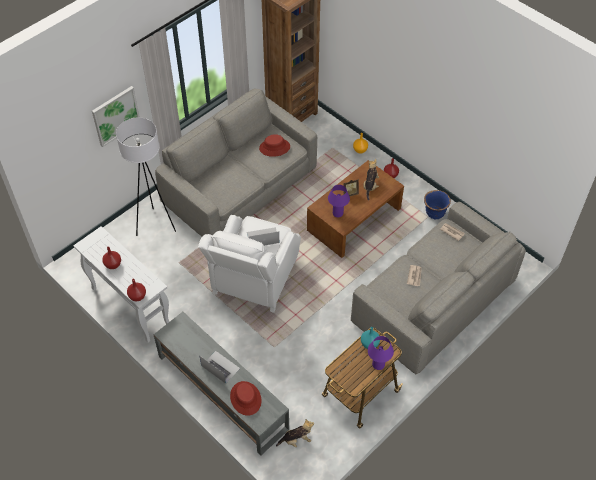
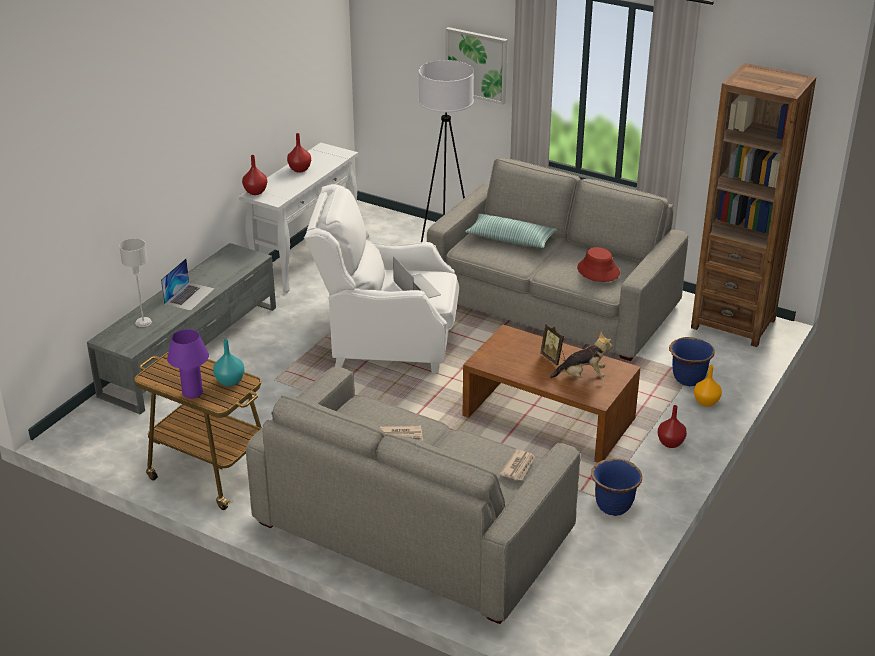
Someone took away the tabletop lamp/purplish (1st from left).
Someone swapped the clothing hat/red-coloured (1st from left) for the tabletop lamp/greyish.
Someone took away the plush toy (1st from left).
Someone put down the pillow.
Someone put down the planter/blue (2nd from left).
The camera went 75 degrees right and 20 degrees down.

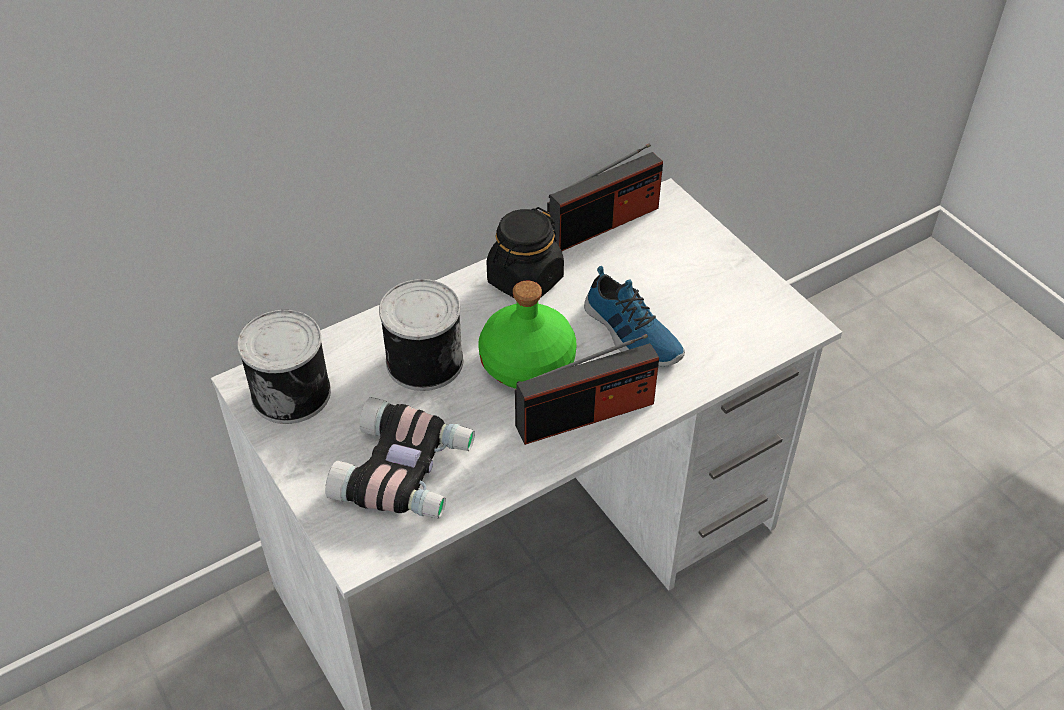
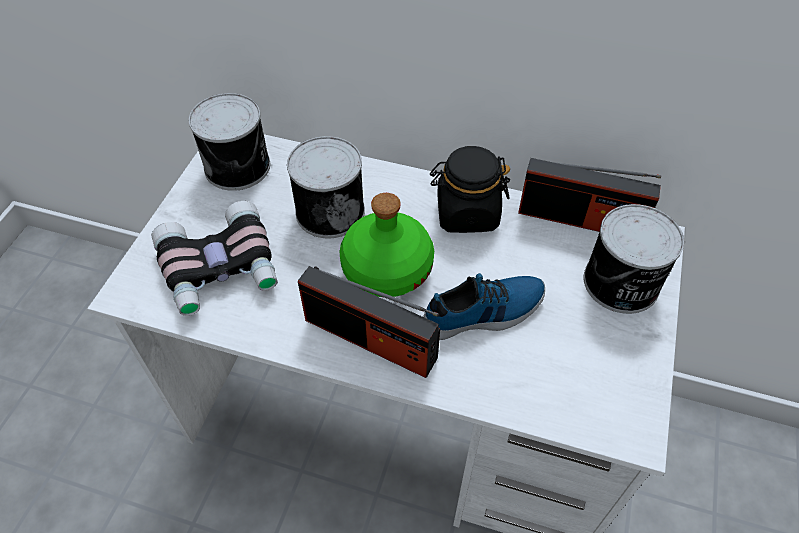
Someone rotated the item of footwear by 120 degrees counterclockwise.
Someone put down the metal can (3rd from left).
The camera went 50 degrees right and 5 degrees up.

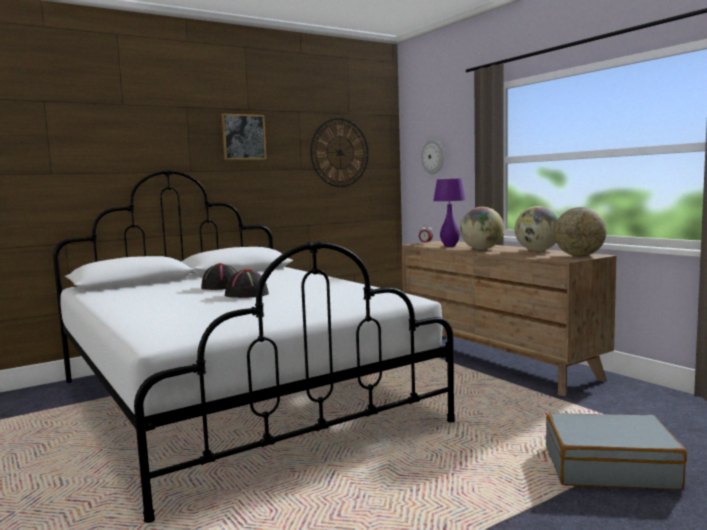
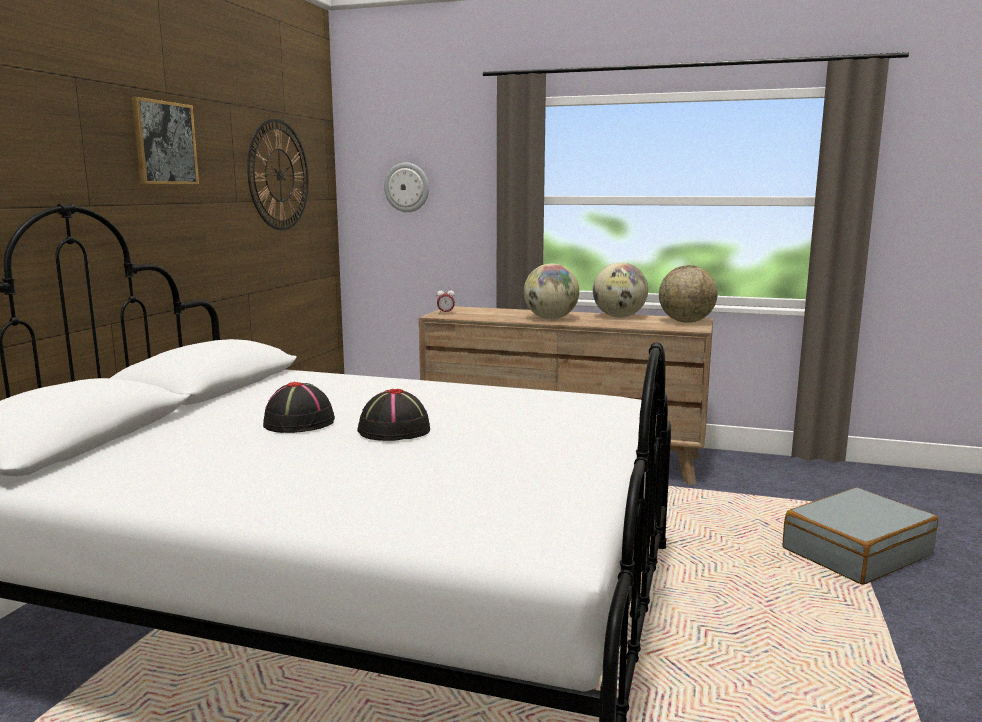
Someone took away the tabletop lamp/purplish.
The camera went 40 degrees left and 5 degrees up.

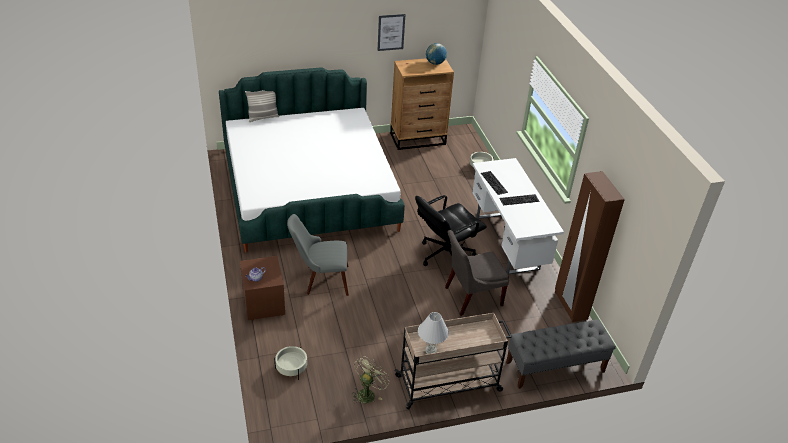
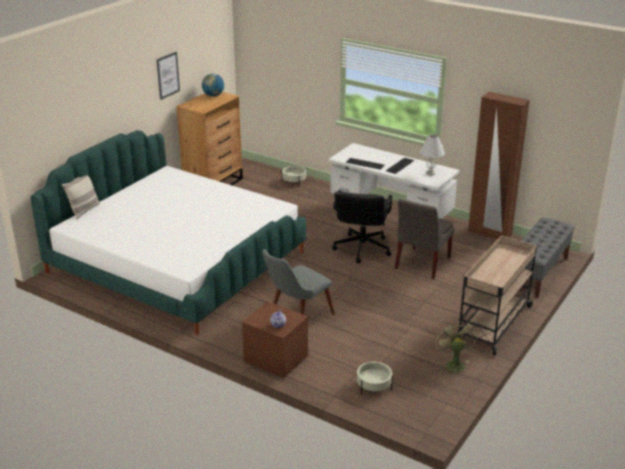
Someone carried the tabletop lamp/white.
The camera went 40 degrees left and 10 degrees down.

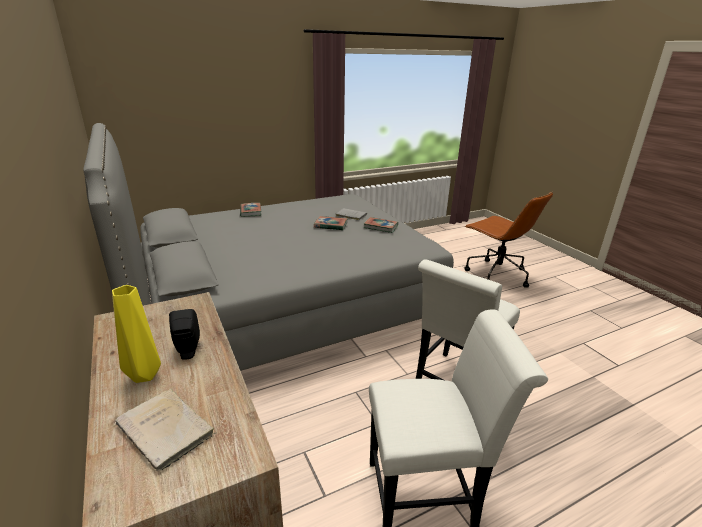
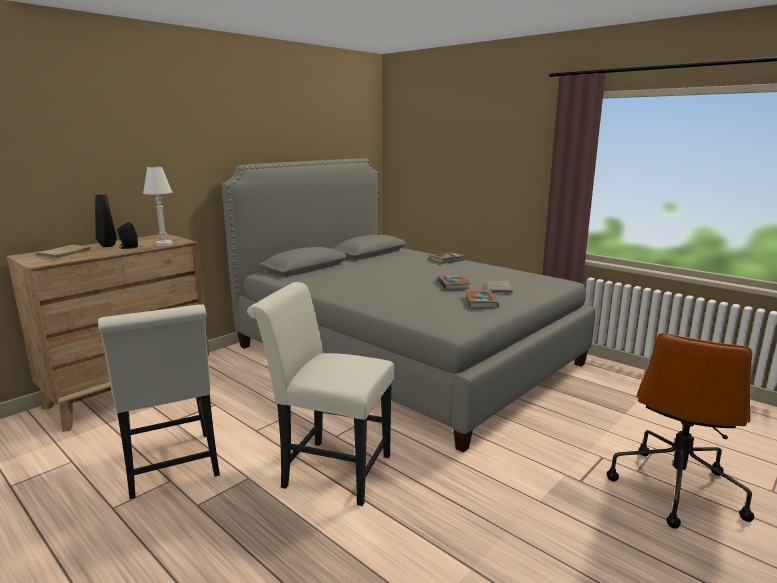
Someone repainted the flower vase/yellow, which became the flower vase/blackish.
Someone put down the tabletop lamp/white.
The camera went 70 degrees right and 10 degrees down.

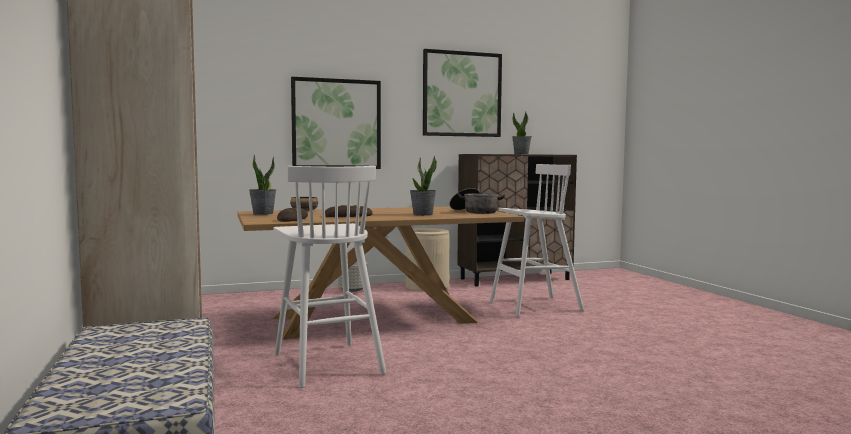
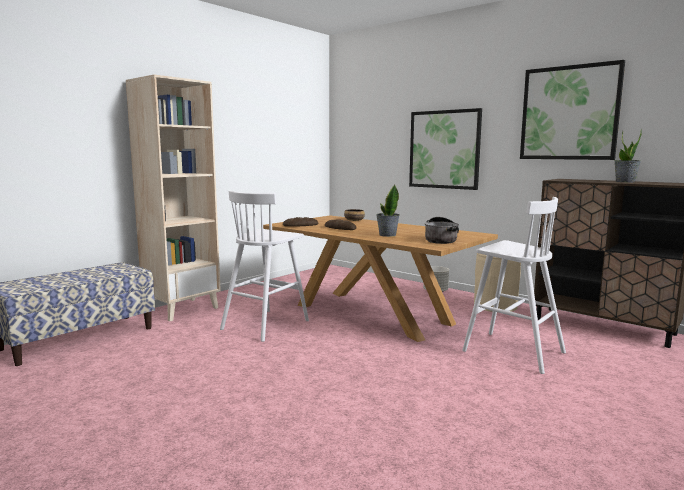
Someone took away the potted plant (1st from left).
The camera went 60 degrees right and 5 degrees up.

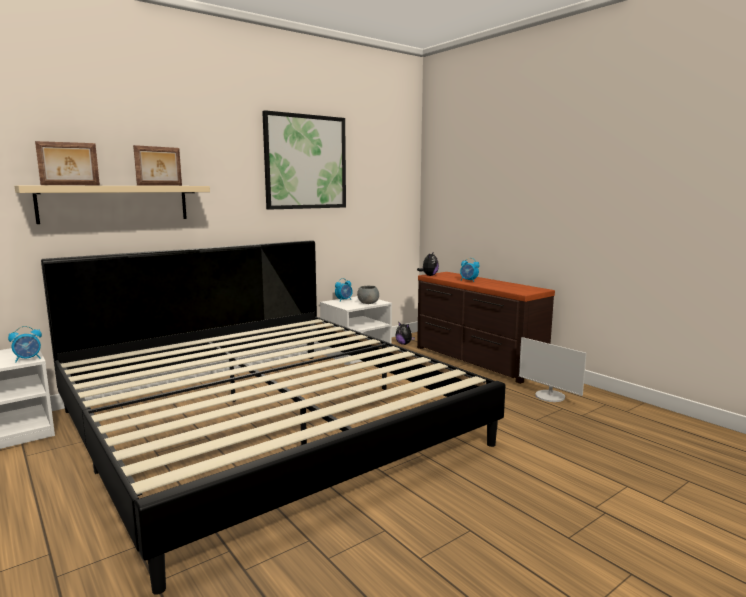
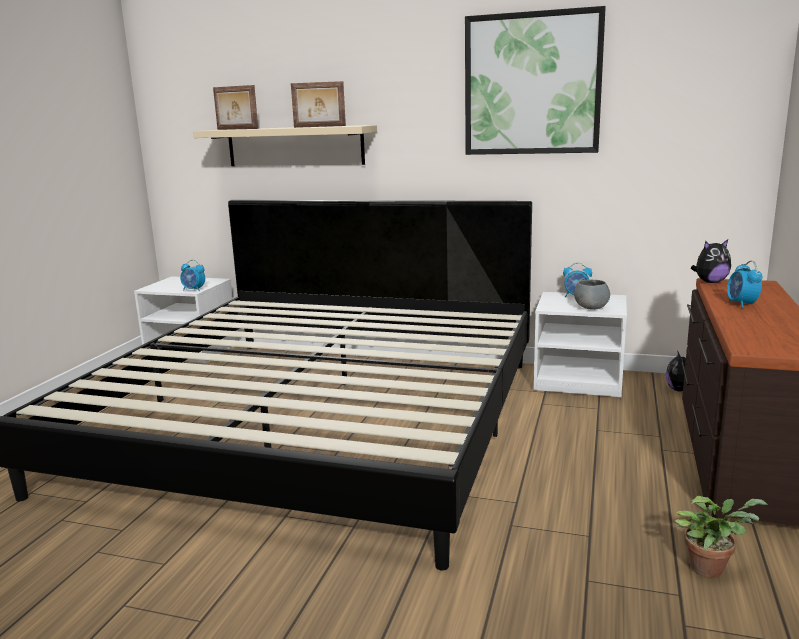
Someone swapped the monitor for the potted plant.
The camera went 55 degrees right and 5 degrees up.

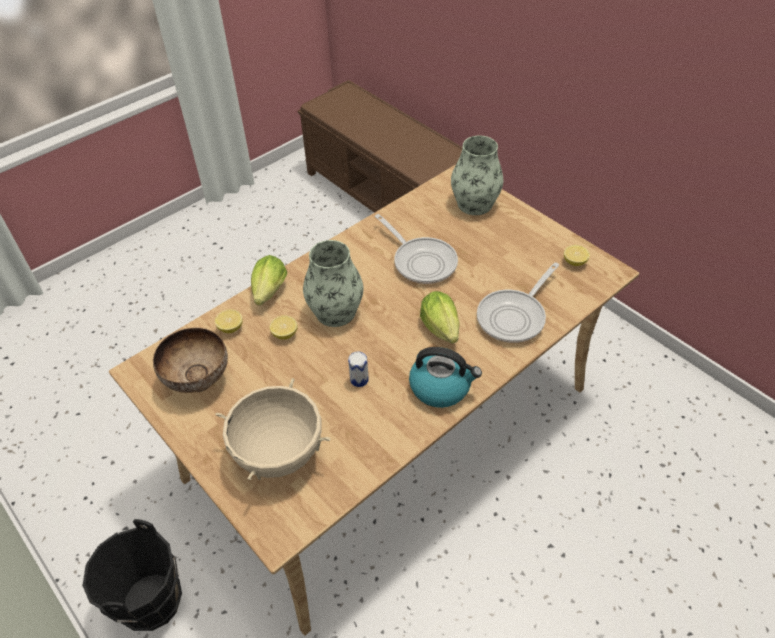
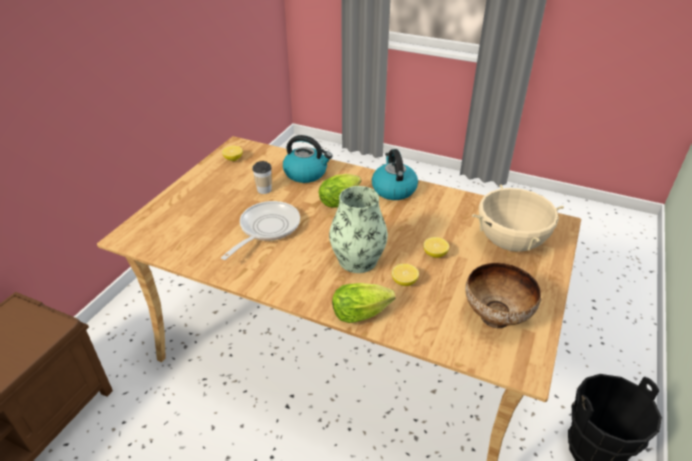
Someone took away the flower vase (2nd from left).
Someone swapped the pan (2nd from left) for the tea kettle (1st from left).
Someone carried the lemon (1st from left in the first image).
Someone took away the metal can.
Someone put down the drinking cup.
The camera went 115 degrees left and 10 degrees down.

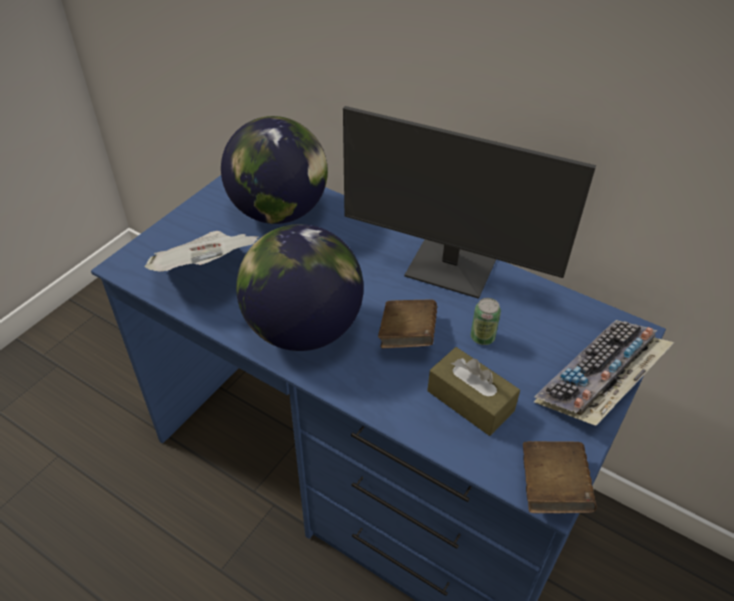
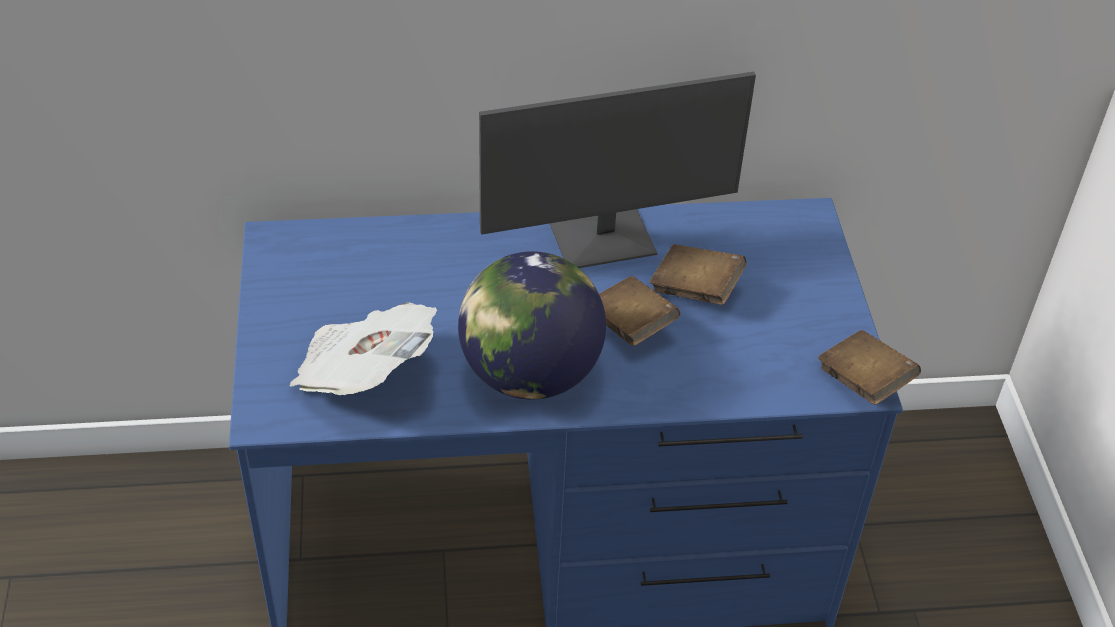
Someone took away the globe (1st from left).
Someone swapped the metal can for the book/brown-coloured (2nd from left).
Someone took away the computer keyboard.
Someone took away the tissue box/brown-coloured.
The camera went 40 degrees left and 0 degrees up.

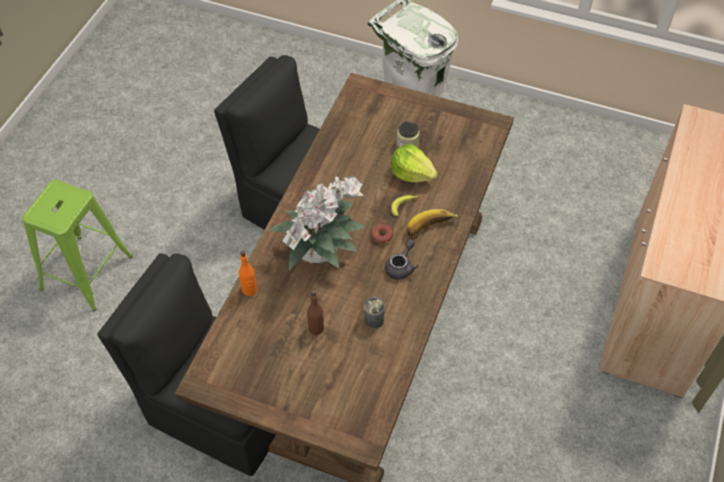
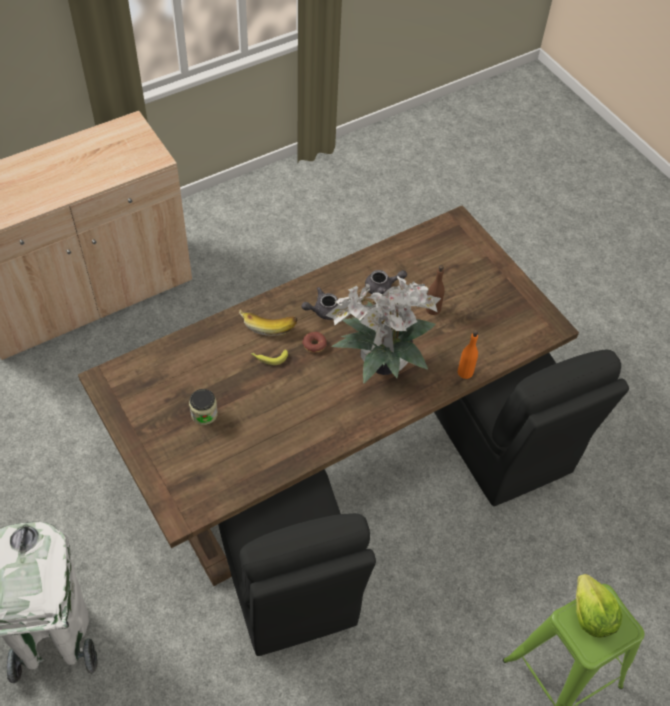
Someone carried the lettuce.
Someone swapped the metal can for the teapot/greyish (2nd from left).
The camera went 145 degrees left and 0 degrees up.

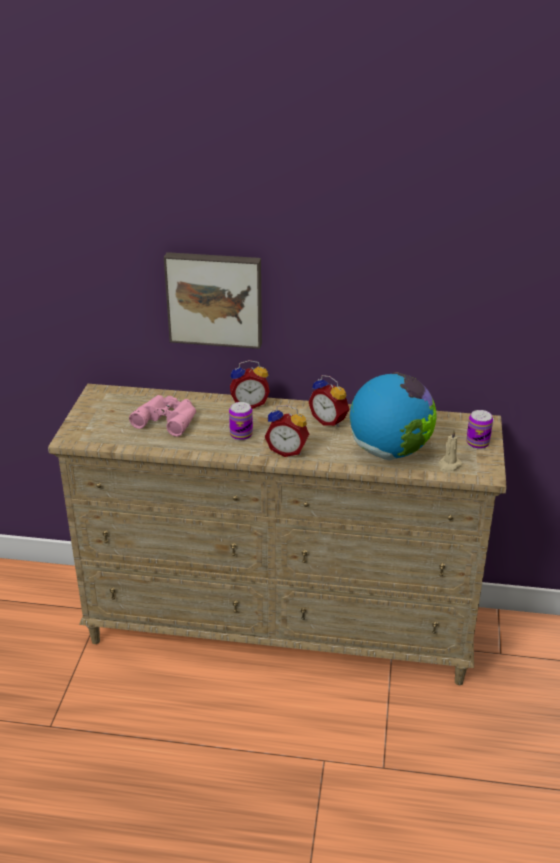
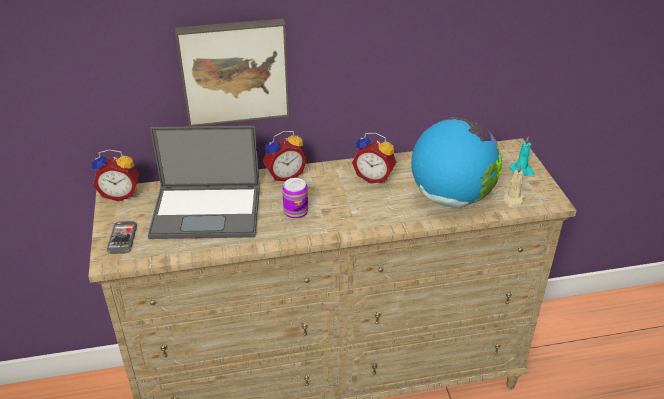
Someone swapped the pair of binoculars/pinkish for the portable computer.
Someone carried the alarm clock (2nd from left in the first image).
Someone swapped the metal can (2nd from left) for the wax light/blue-green.
Someone put down the phone.
The camera went 20 degrees left and 5 degrees up.

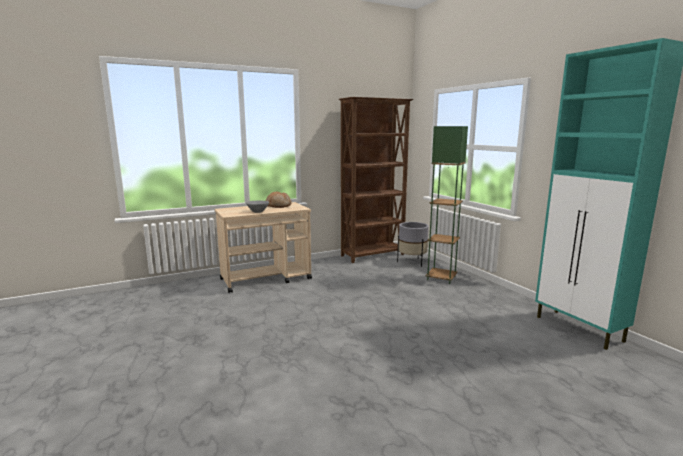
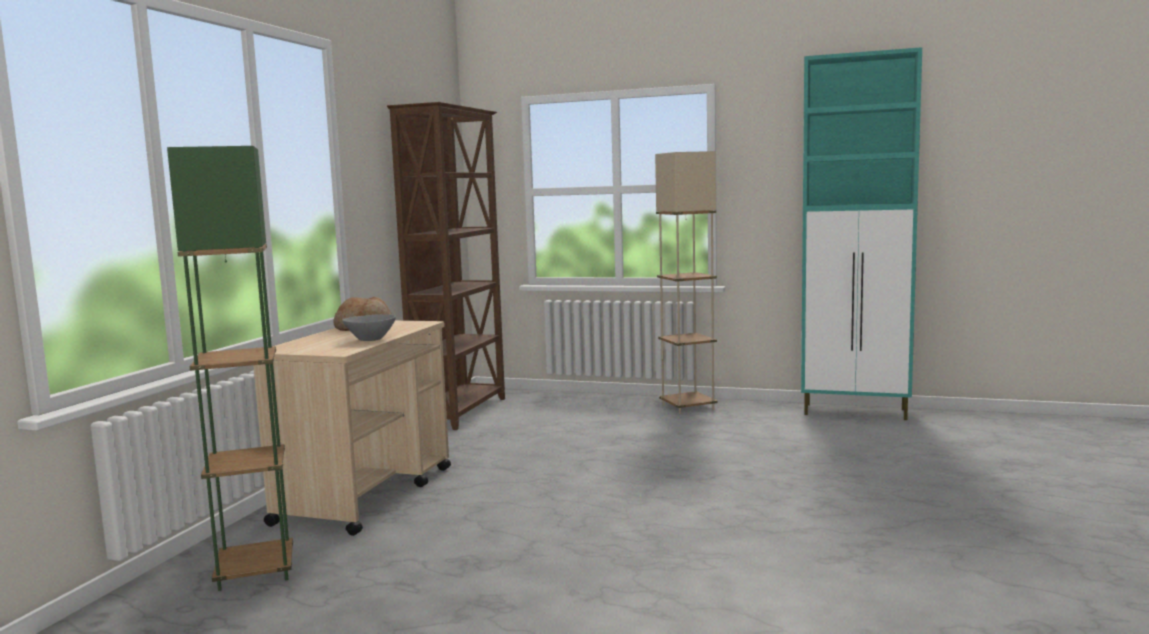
Someone carried the standard lamp/green.
Someone took away the planter/greyish.
Someone put down the standard lamp/beige.
The camera went 45 degrees left and 5 degrees down.

